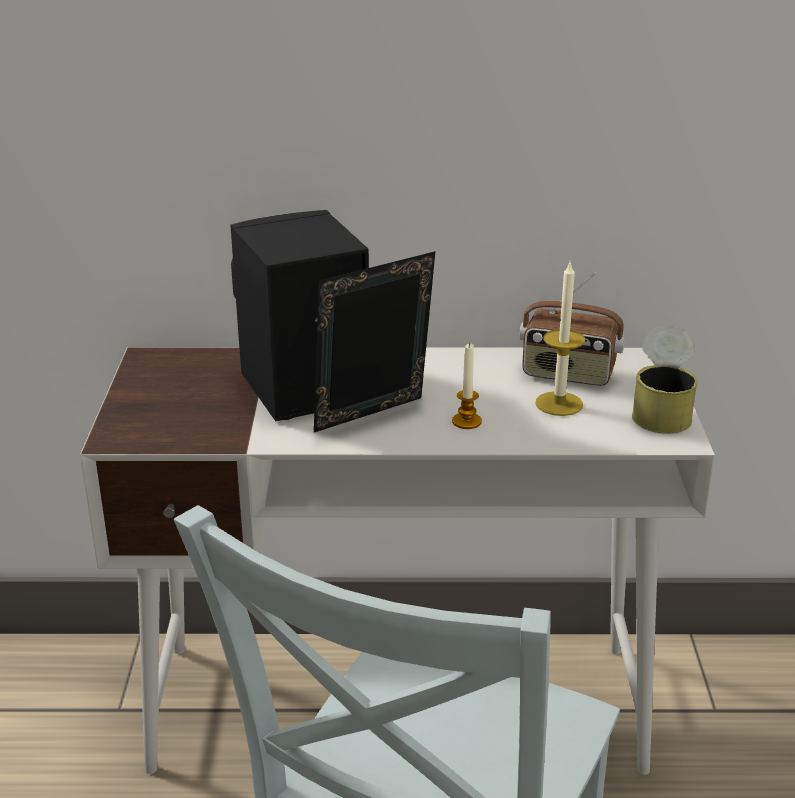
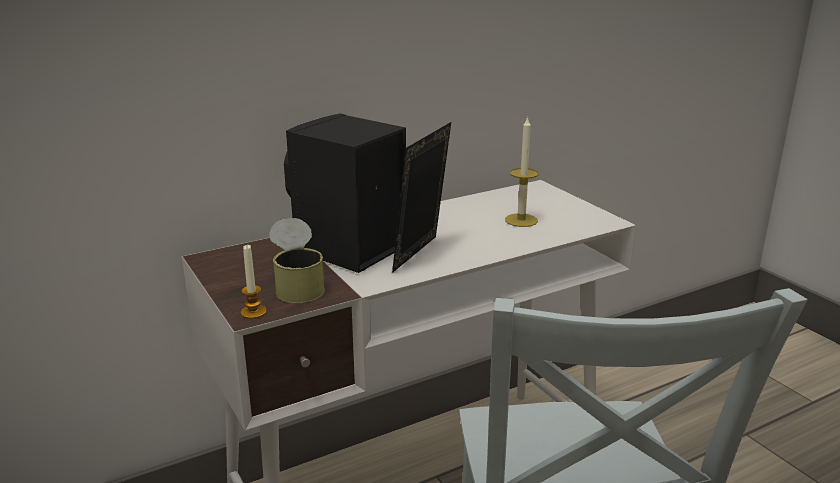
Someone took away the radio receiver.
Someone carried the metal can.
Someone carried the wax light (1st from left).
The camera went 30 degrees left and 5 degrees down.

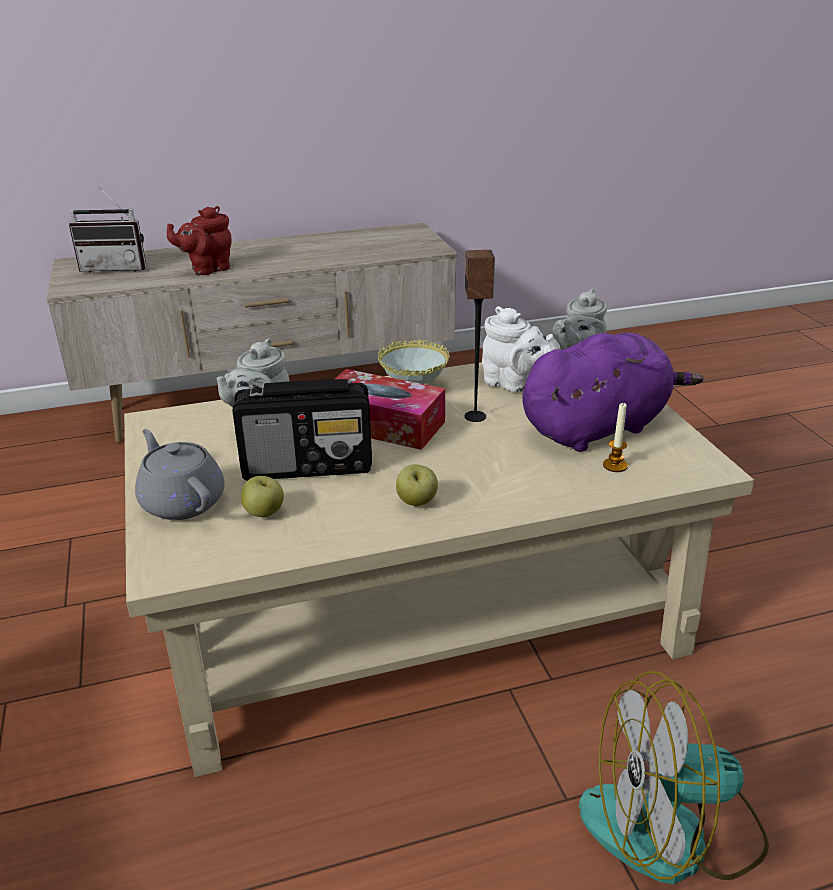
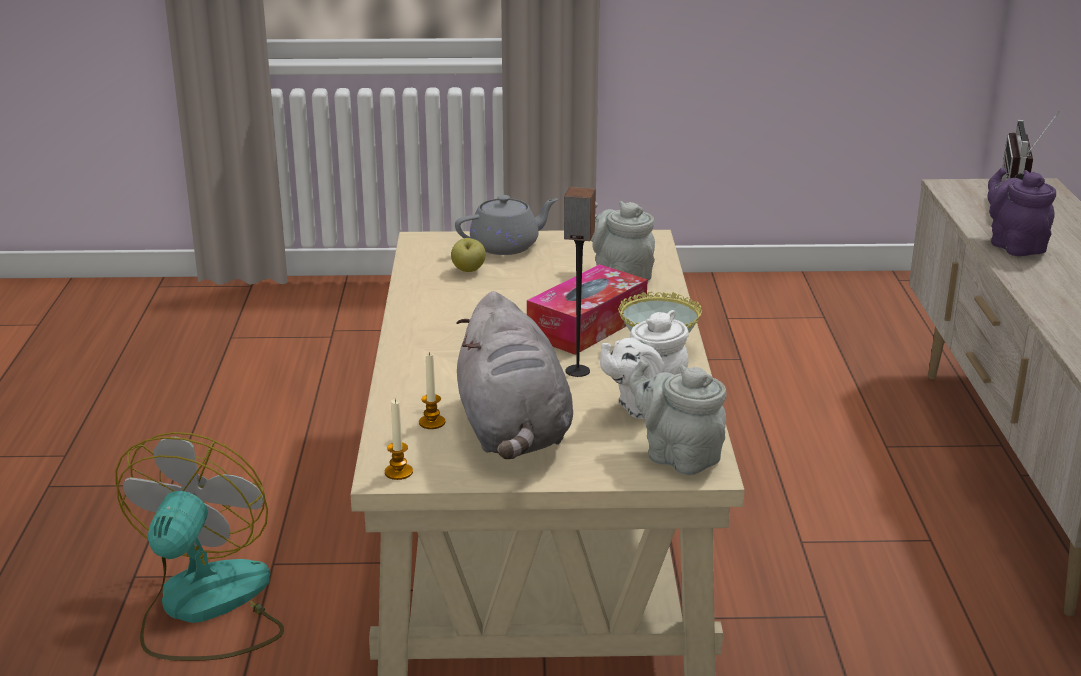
Someone repainted the teapot/red-coloured, which became the teapot/purplish.
Someone repainted the plush toy/purplish, which became the plush toy/greyish.
Someone took away the radio receiver (2nd from left).
Someone took away the apple fruit (2nd from left).
Someone put down the wax light (1st from left).
The camera went 105 degrees right and 5 degrees down.

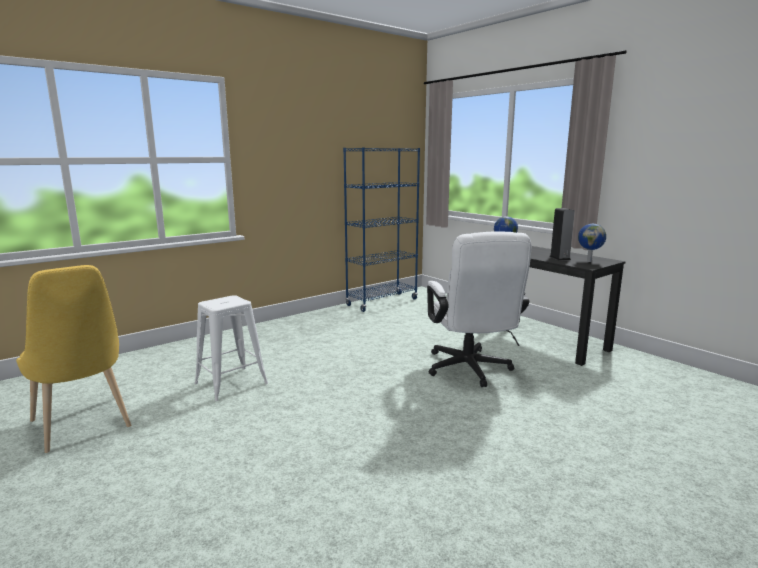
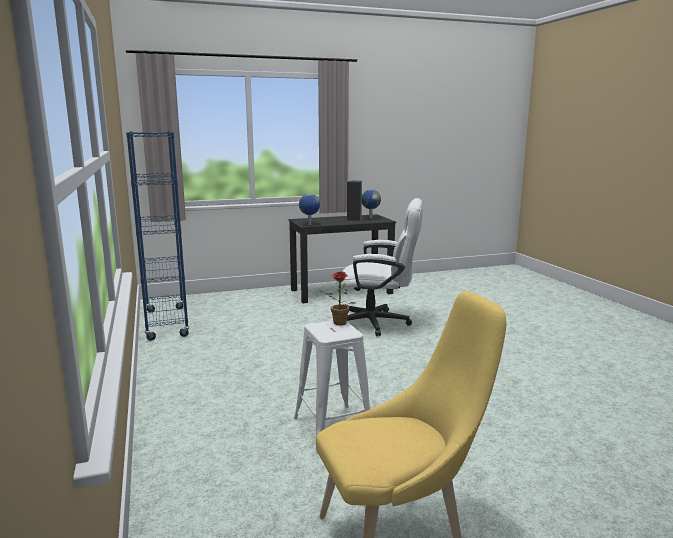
Someone put down the potted plant.
The camera went 70 degrees left and 0 degrees up.

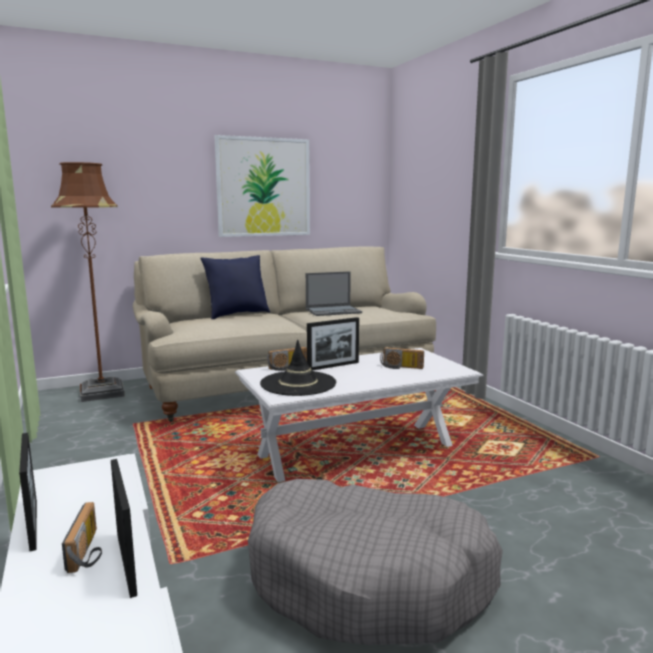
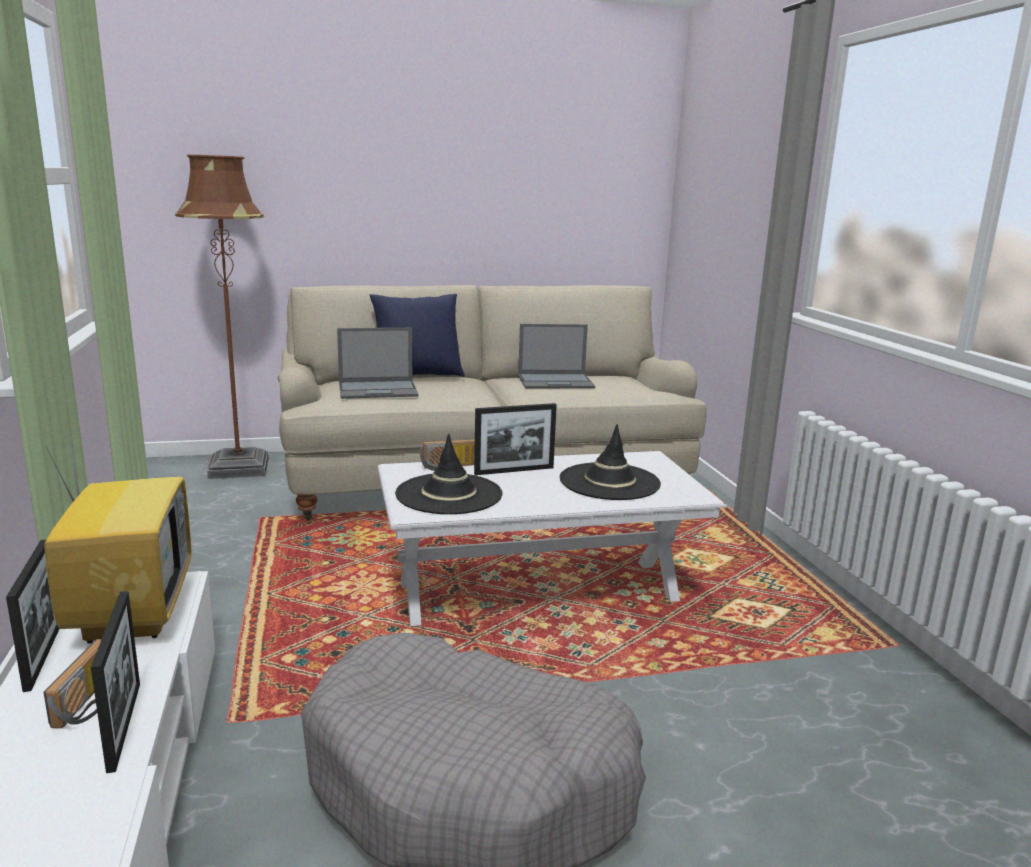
Someone took away the picture.
Someone swapped the radio receiver (3rd from left) for the clothing hat/blackish (2nd from left).
Someone put down the portable computer (1st from left).
Someone put down the television.
The camera went 10 degrees right and 5 degrees up.

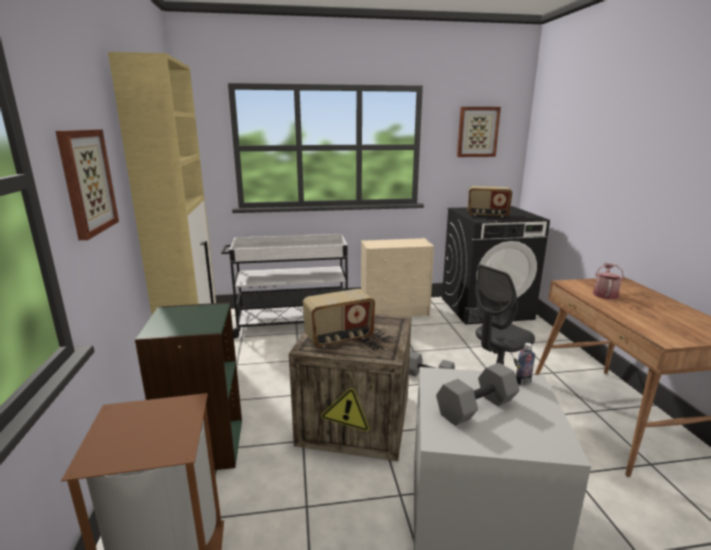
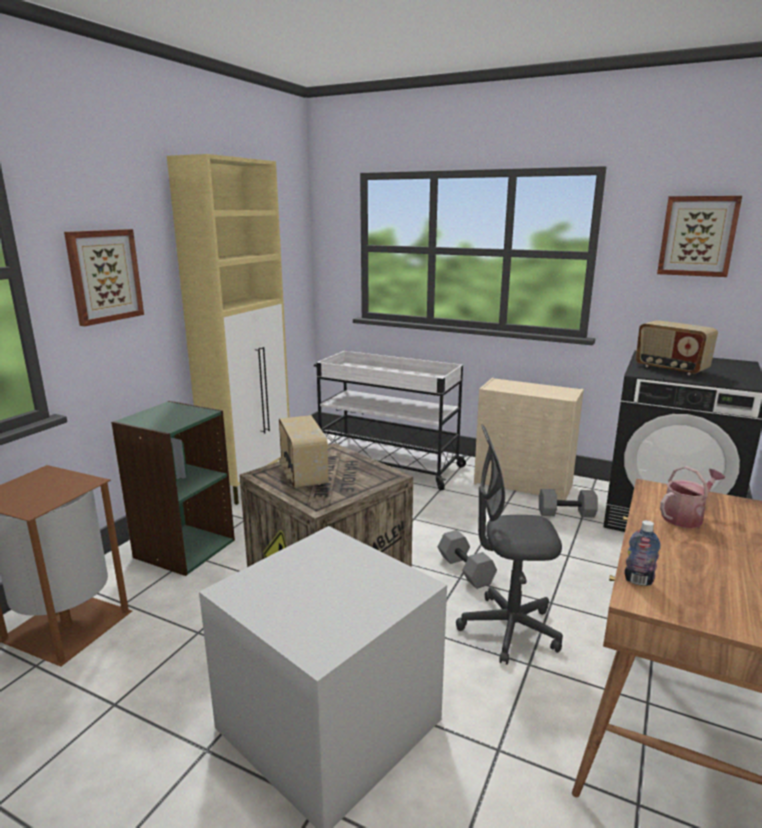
Someone rotated the radio receiver (1st from left) by 60 degrees clockwise.
Someone carried the drink bottle.
Someone carried the hand weight/greyish (2nd from left).
The camera went 35 degrees right and 0 degrees up.

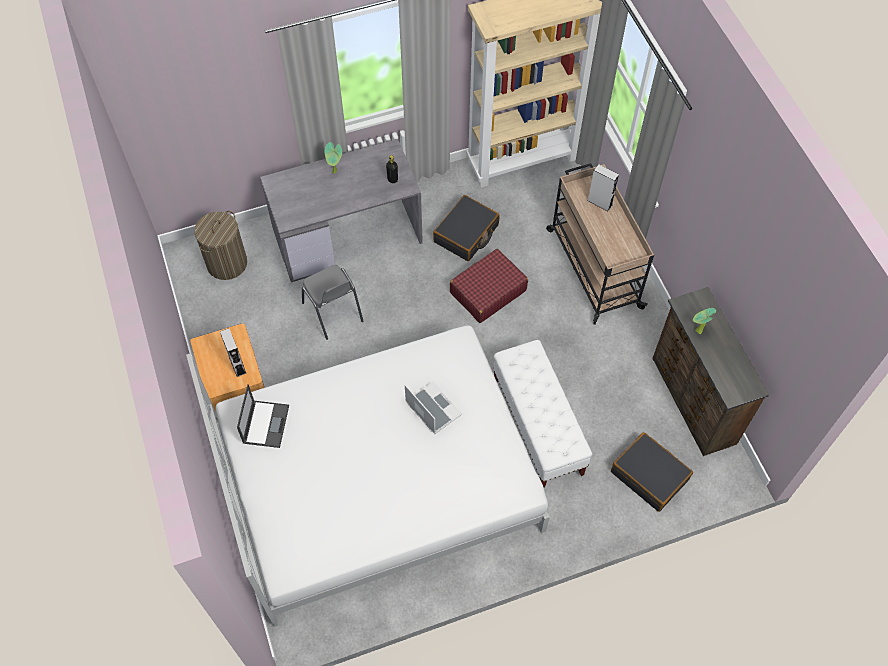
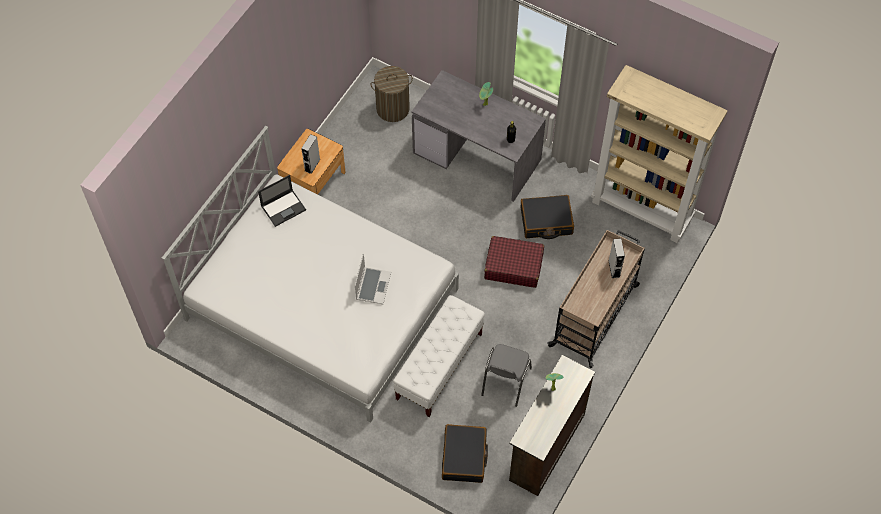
Someone carried the chair/greyish.
The camera went 50 degrees right and 0 degrees up.

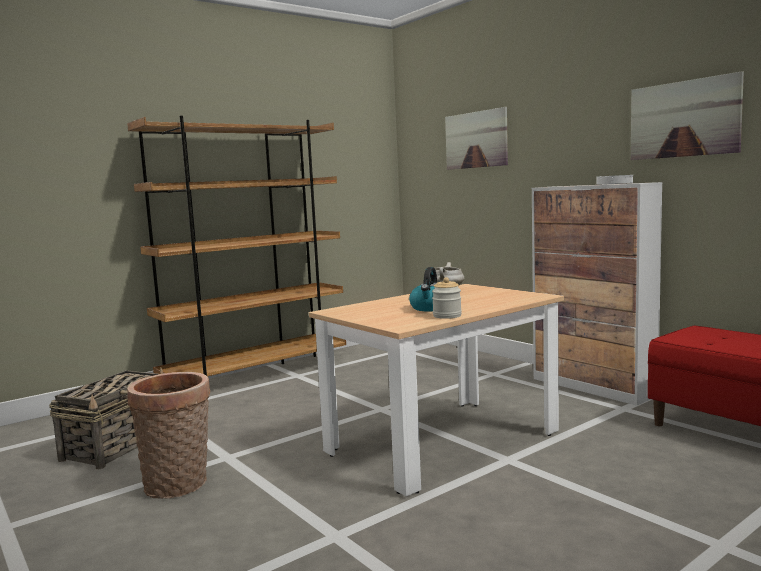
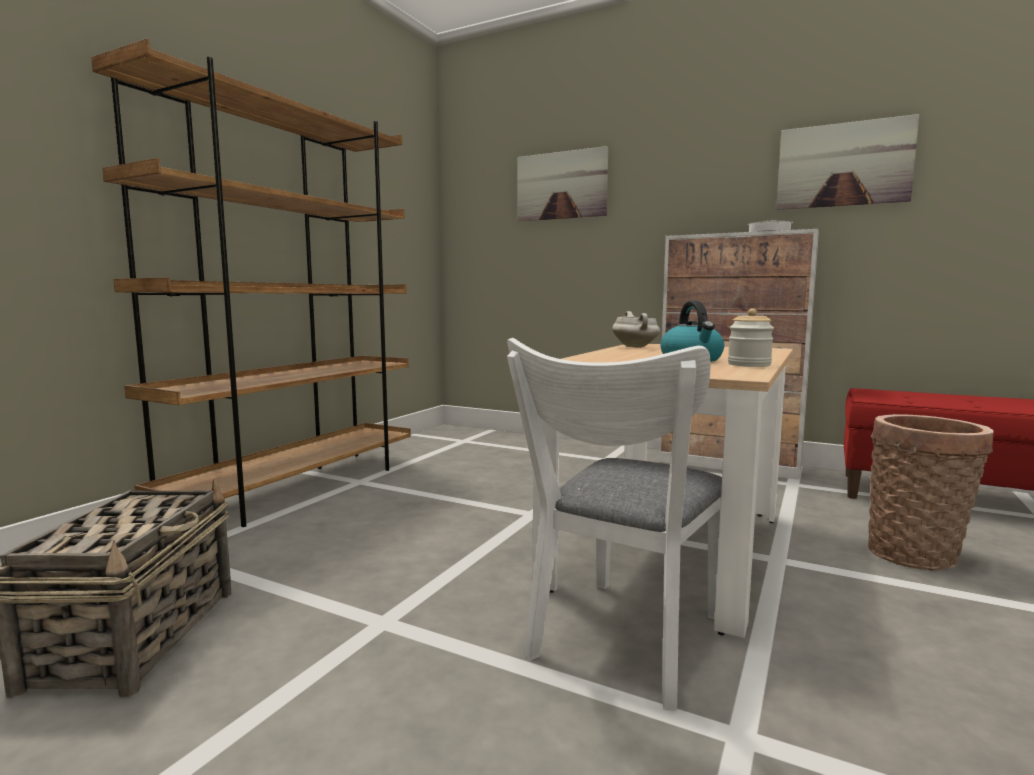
Someone carried the household basket (2nd from left).
Someone put down the chair/white.
The camera went 25 degrees left and 0 degrees up.

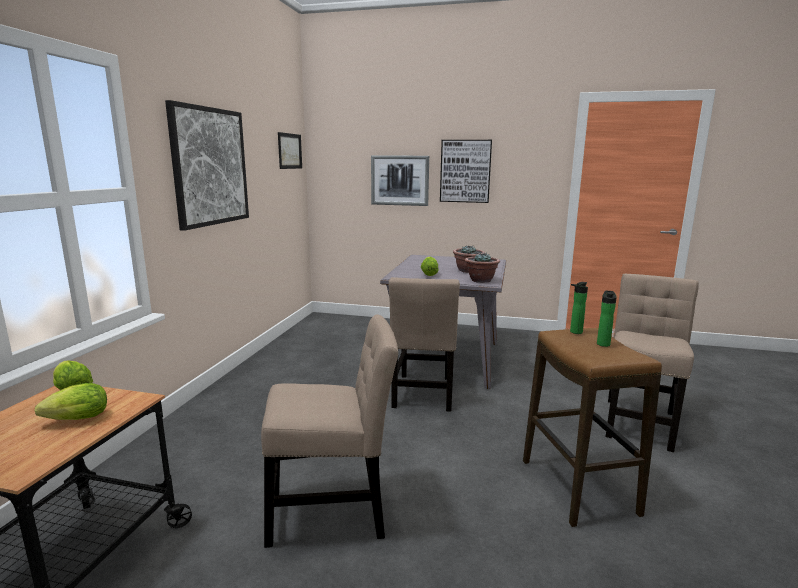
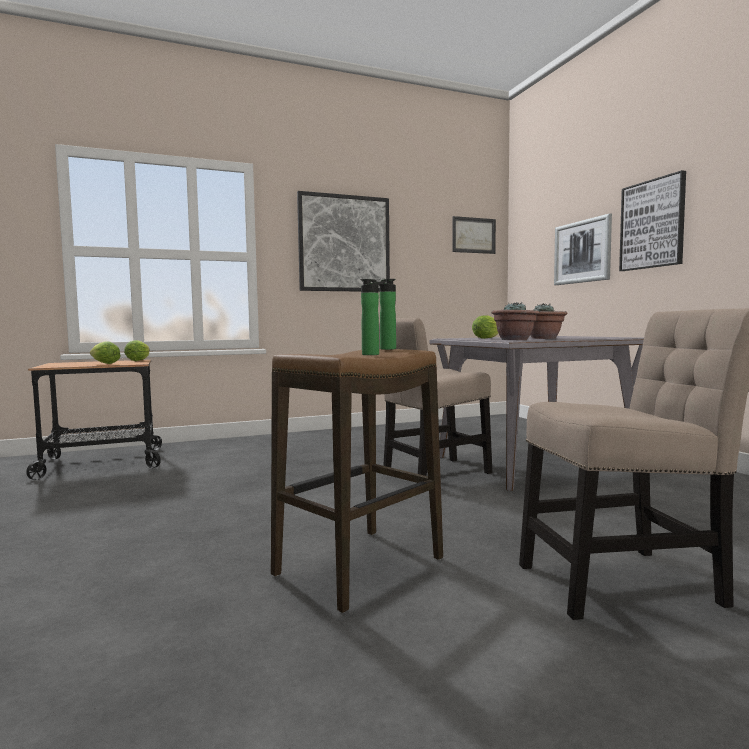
Someone took away the chair/beige (1st from left).
The camera went 55 degrees right and 10 degrees down.

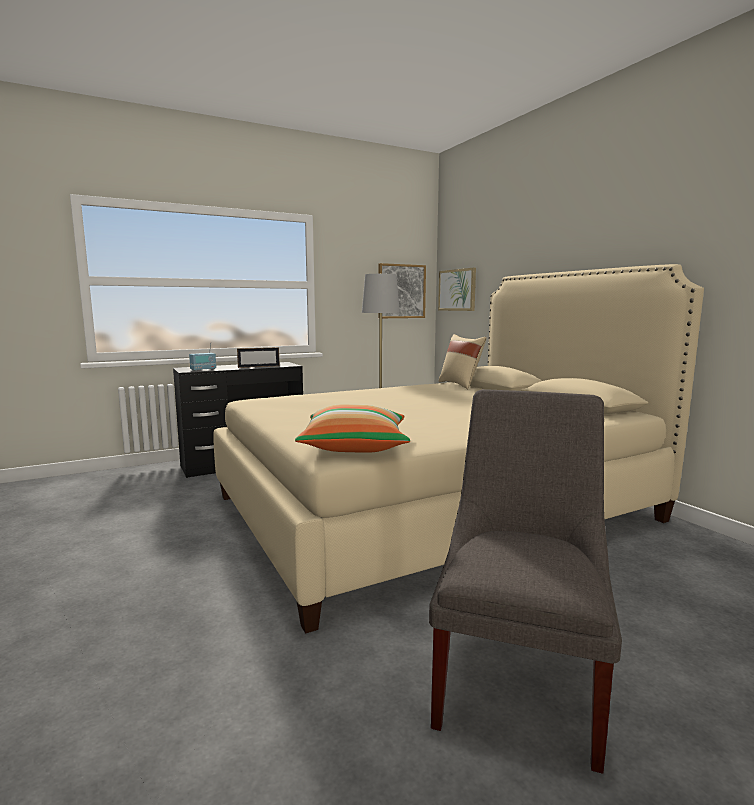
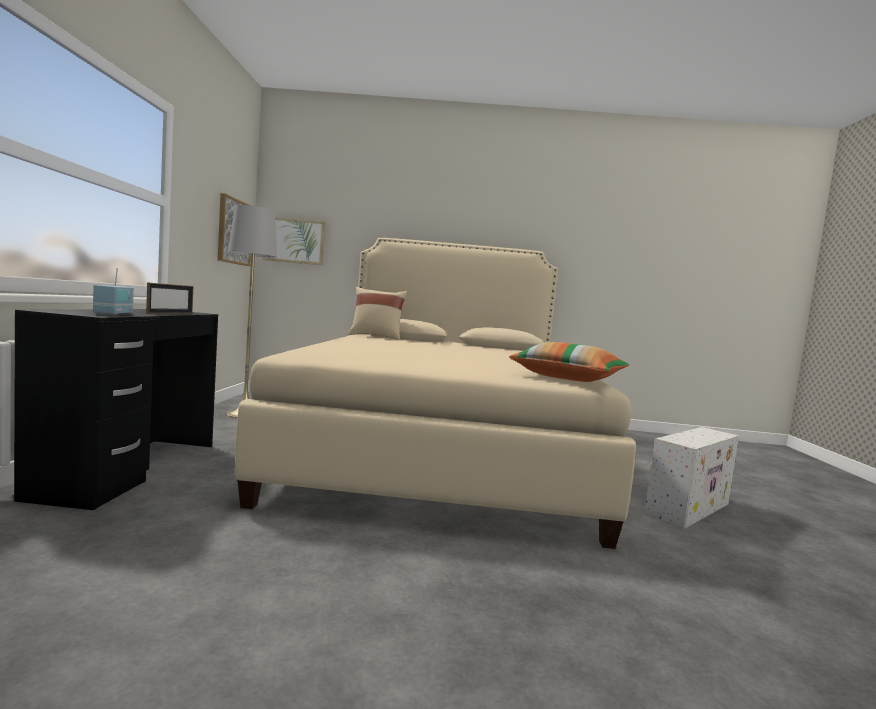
Someone swapped the chair/greyish for the storage container/white.
The camera went 60 degrees left and 5 degrees down.

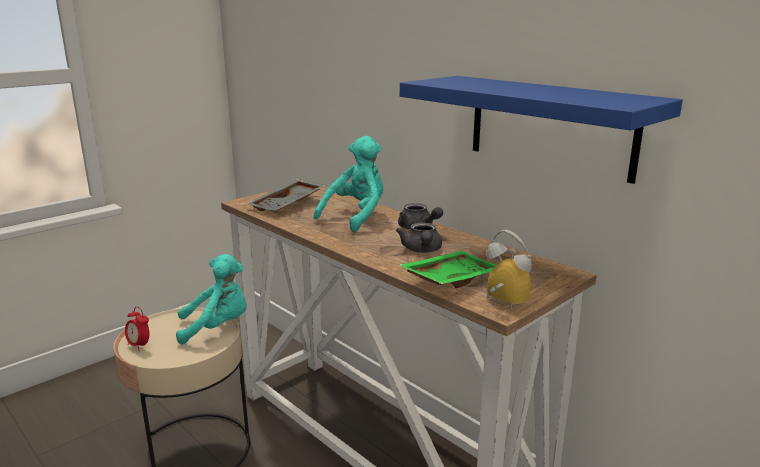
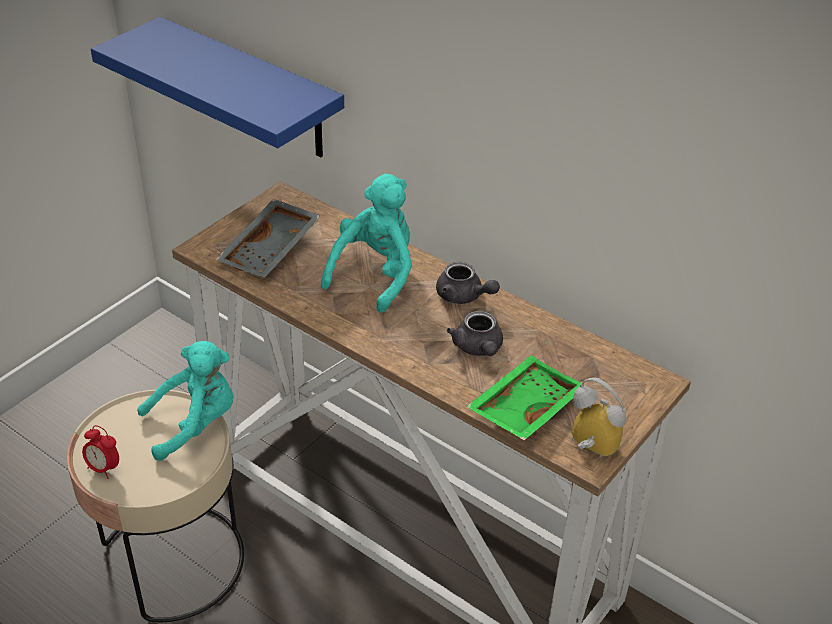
Someone carried the shelf/blue.
The camera went 10 degrees left and 20 degrees up.

